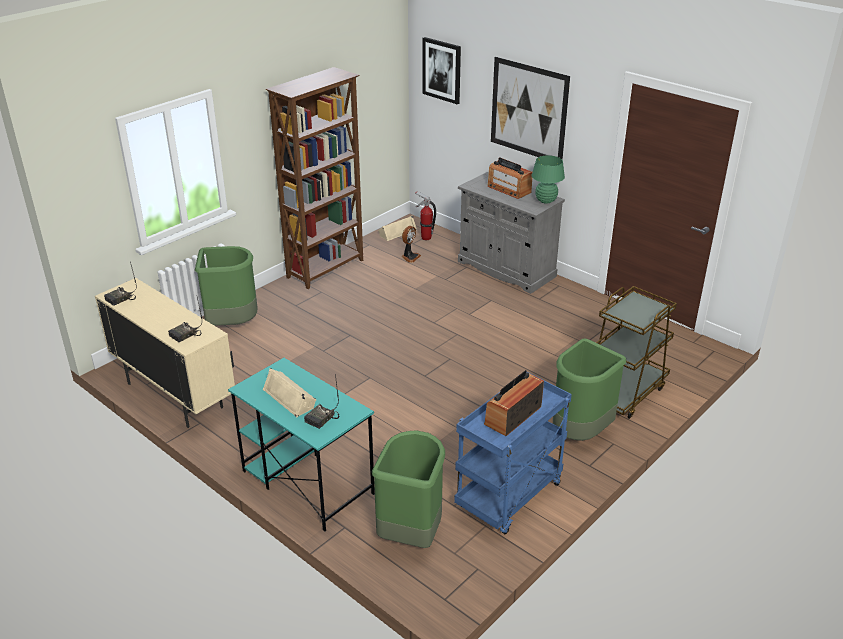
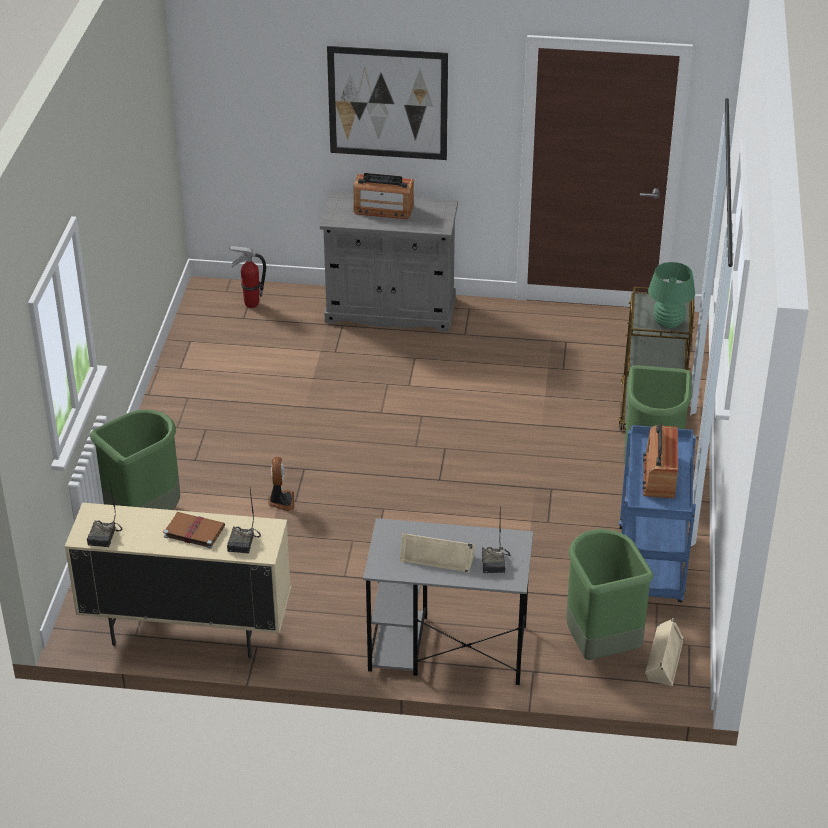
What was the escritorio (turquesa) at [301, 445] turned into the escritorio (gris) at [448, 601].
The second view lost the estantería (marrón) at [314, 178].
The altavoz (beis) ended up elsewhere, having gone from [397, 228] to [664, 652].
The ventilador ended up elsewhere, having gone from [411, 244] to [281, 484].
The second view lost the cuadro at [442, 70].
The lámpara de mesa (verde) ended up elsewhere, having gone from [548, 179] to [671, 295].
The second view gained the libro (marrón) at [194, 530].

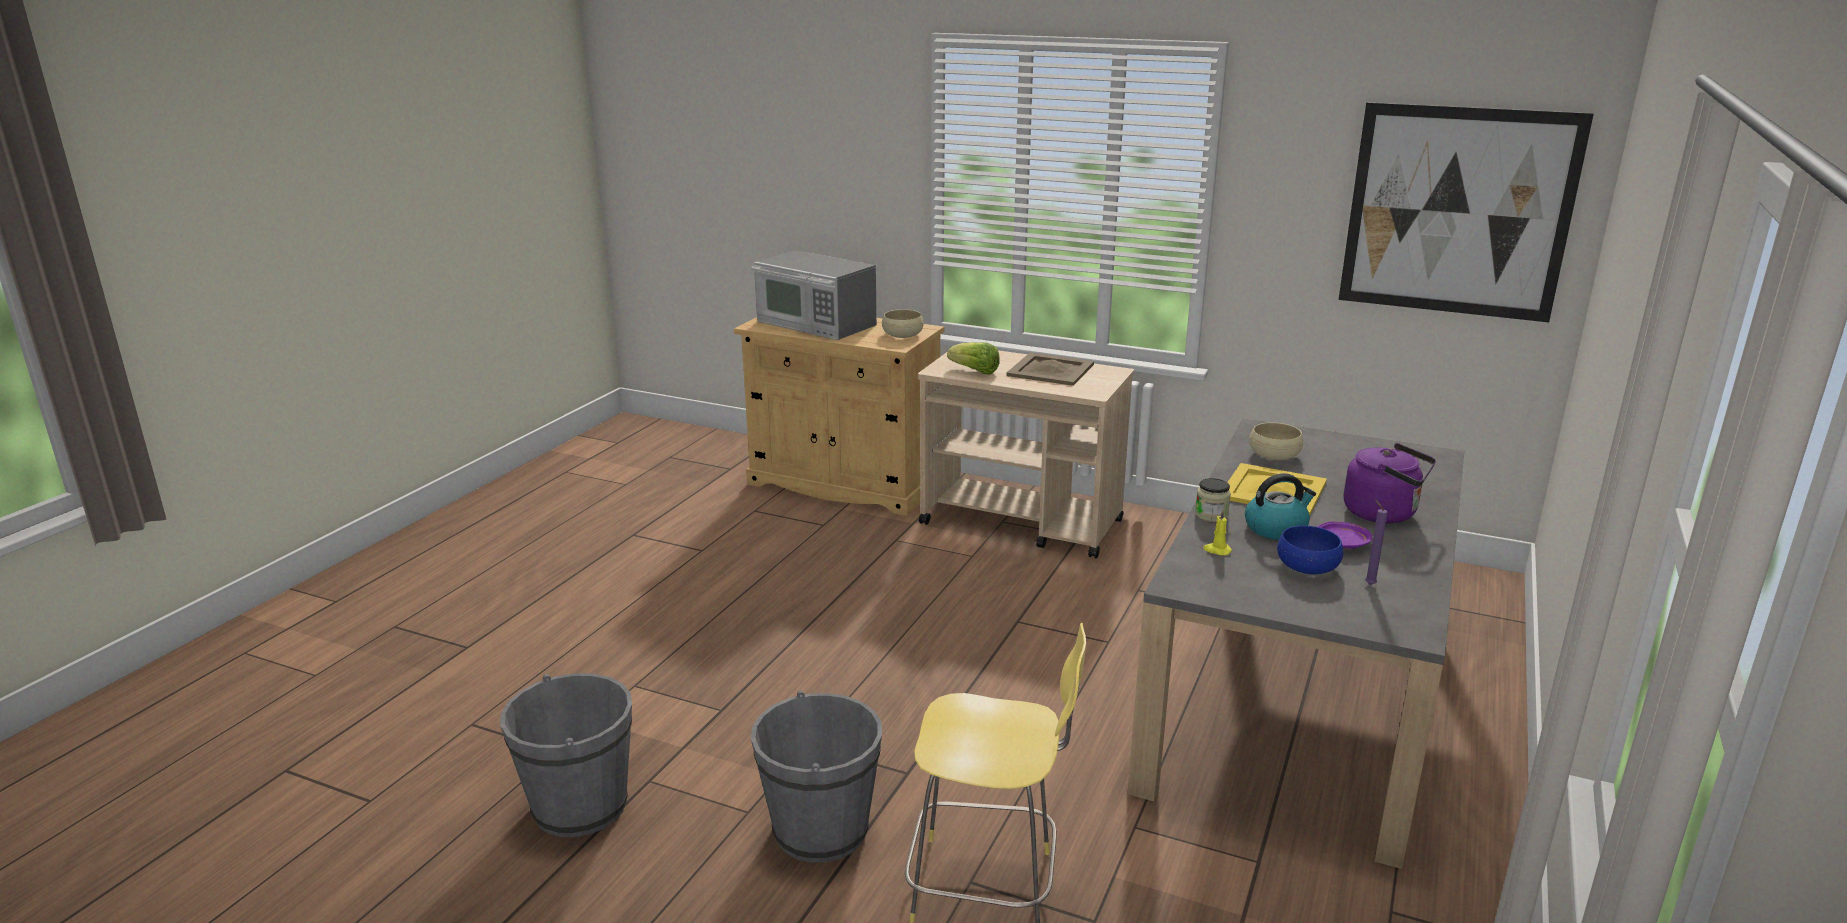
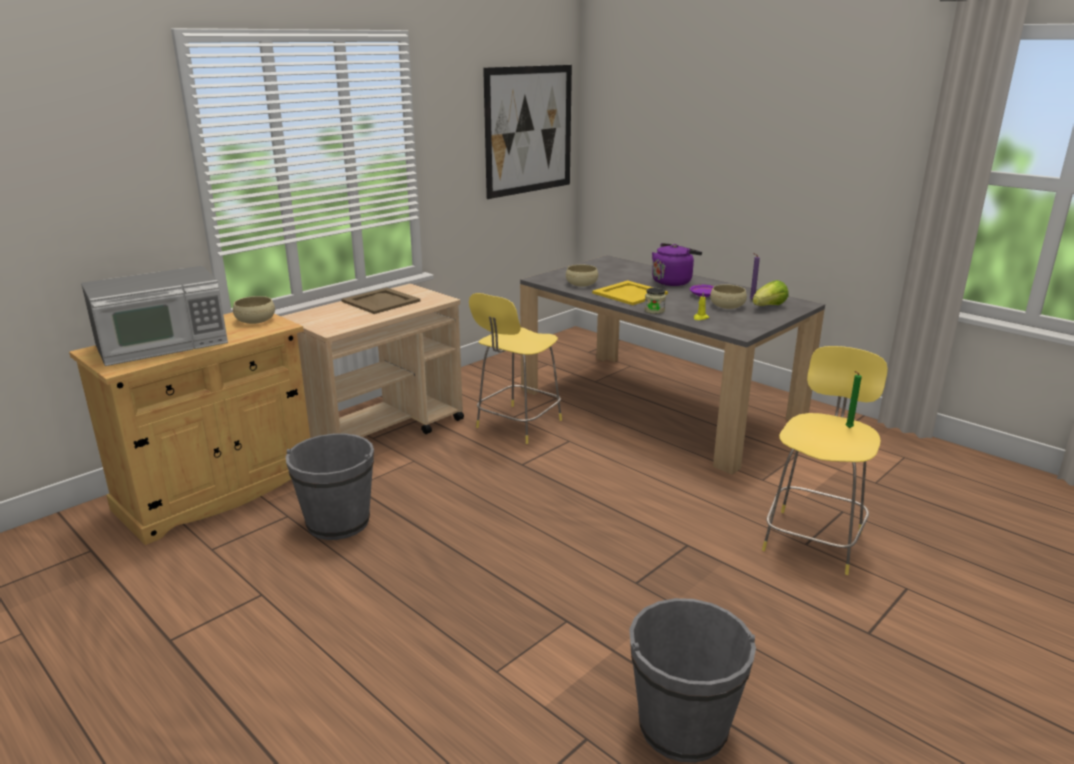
The cubo (gris) ended up elsewhere, having gone from [816, 776] to [330, 486].
The lechuga ended up elsewhere, having gone from [973, 358] to [770, 293].
The second view lost the hervidor at [1280, 506].
What was the cuenco (azul) at [1310, 550] turned into the cuenco (beis) at [728, 297].
The second view gained the taburete (amarillo) at [515, 368].
The second view gained the vela (verde) at [854, 399].

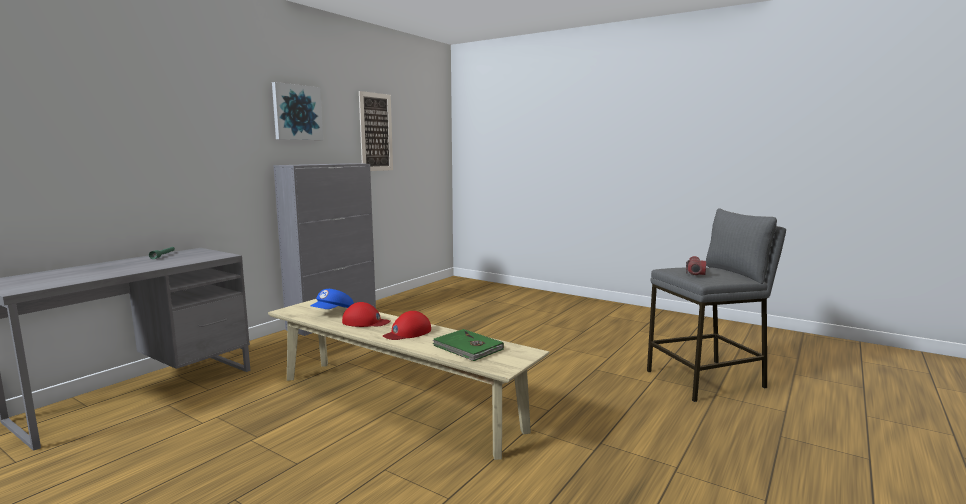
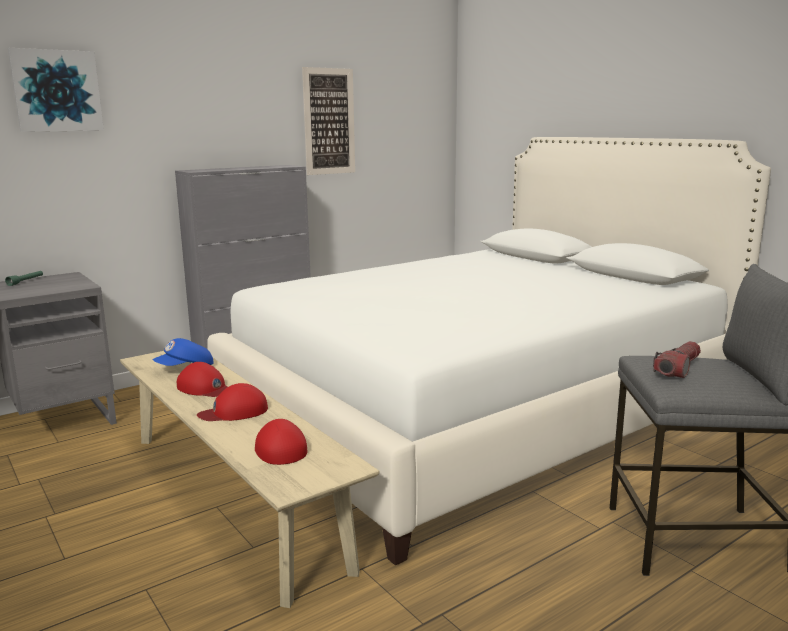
The cuadro ended up elsewhere, having gone from [297, 111] to [56, 90].
Where the libro (verde) stood at [468, 345], the gorra (rojo) came to stand at [281, 442].
The second view gained the cama (blanco) at [489, 351].

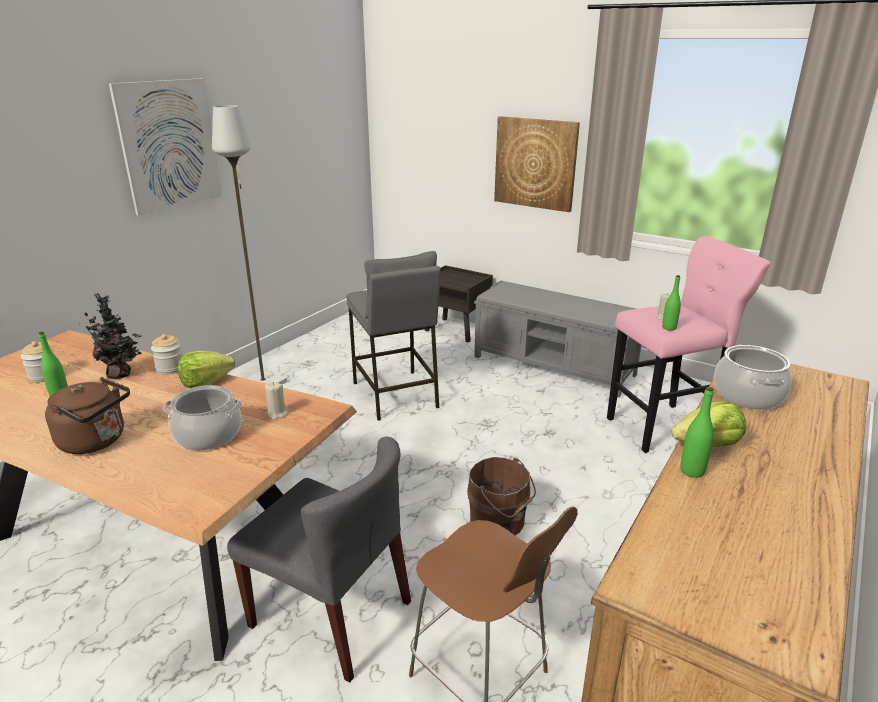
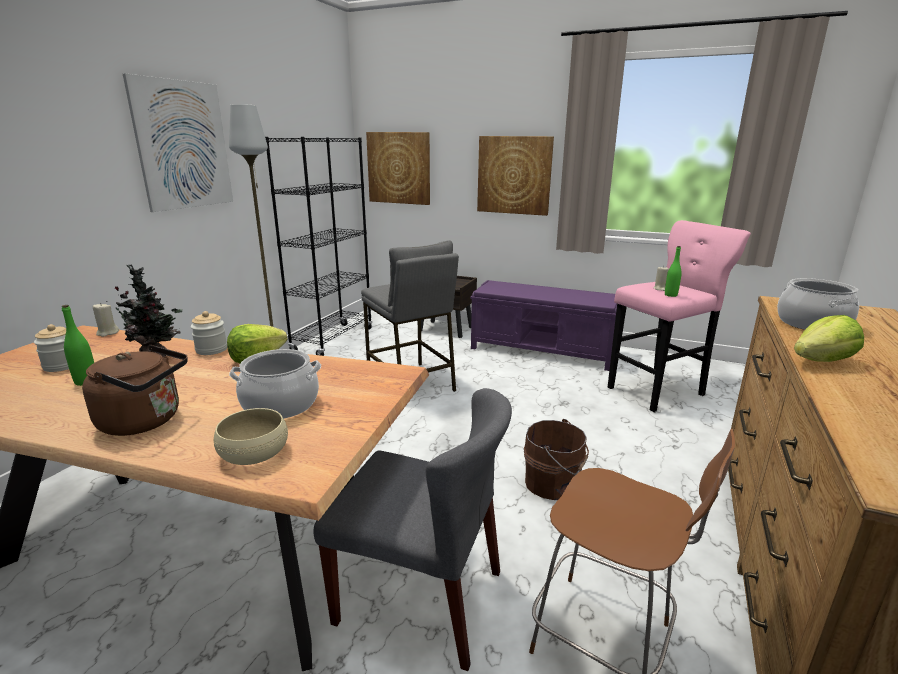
The vela (beis) ended up elsewhere, having gone from [277, 401] to [106, 320].
What was the banco (gris) at [557, 339] turned into the banco (morado) at [543, 325].
The second view lost the botella (verde) at [697, 432].
The second view gained the cuenco (beis) at [251, 436].
The second view gained the estantería (negro) at [318, 246].
The second view gained the cuadro at [398, 168].

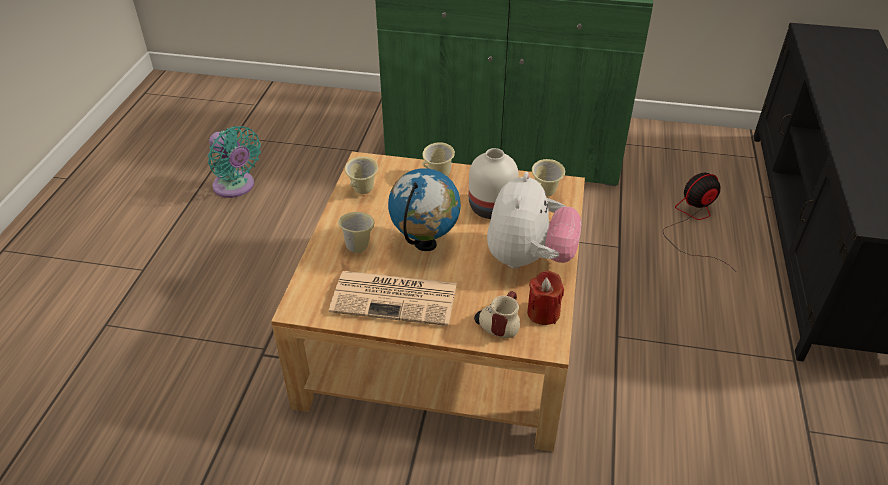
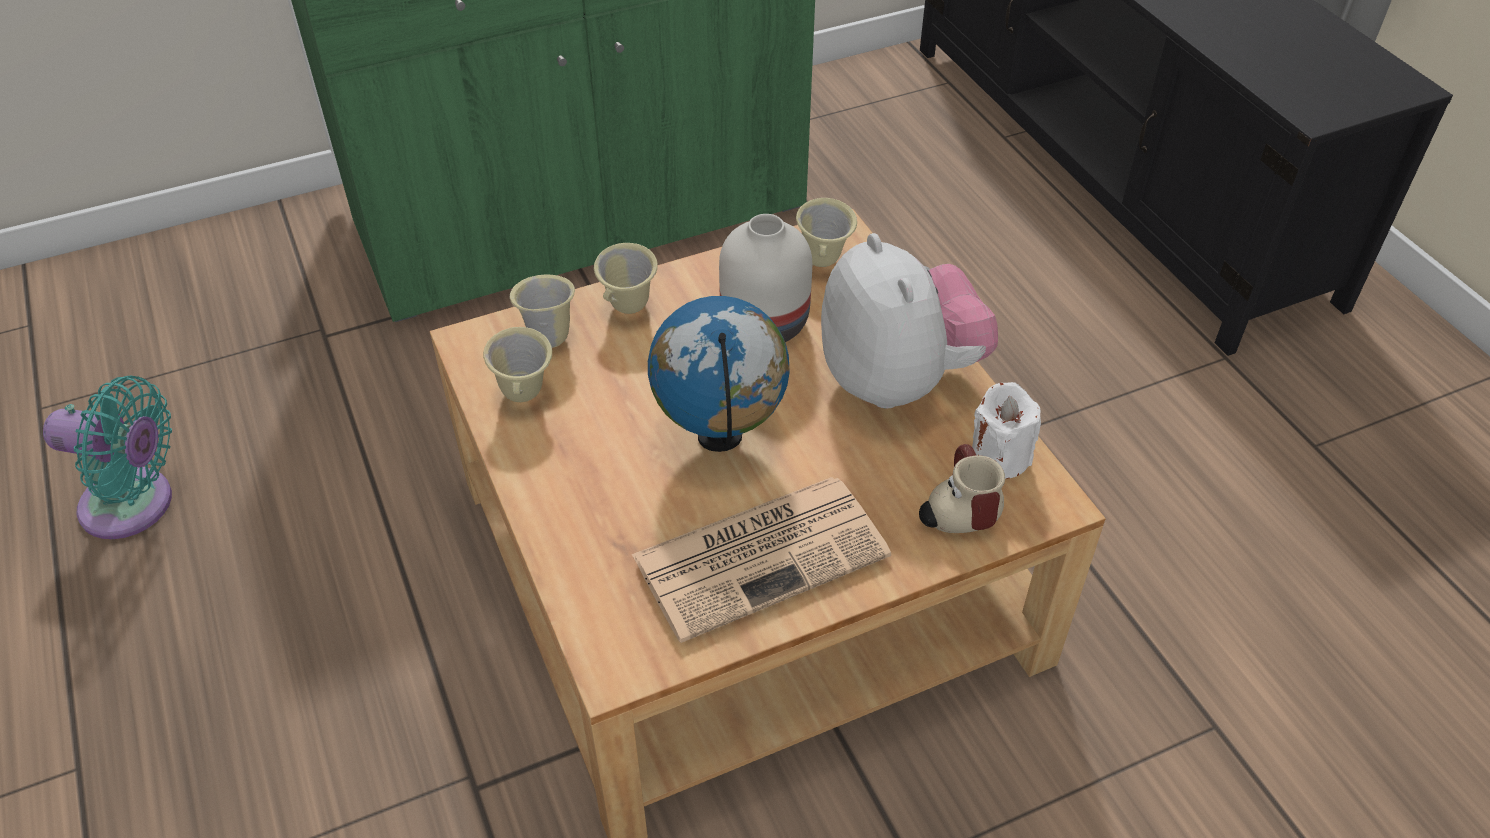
The taza grande (beis) ended up elsewhere, having gone from [356, 232] to [542, 311].
What was the vela (rojo) at [545, 298] turned into the vela (blanco) at [1006, 430].
The second view lost the ventilador at [699, 222].

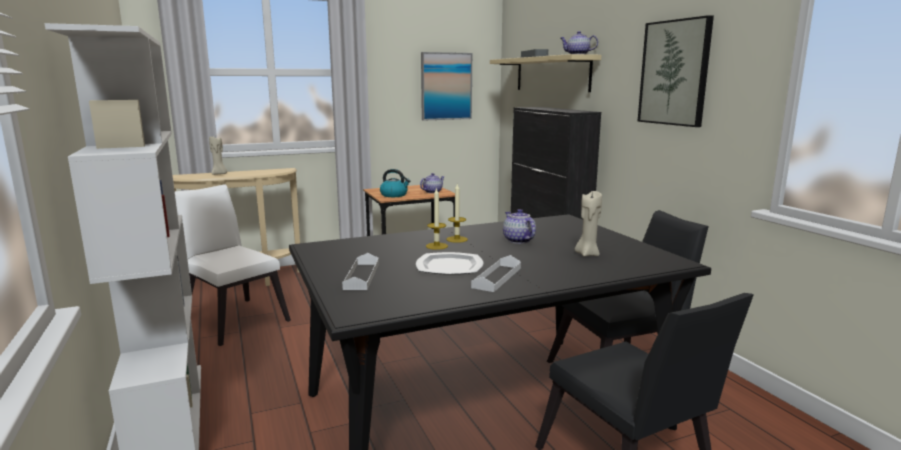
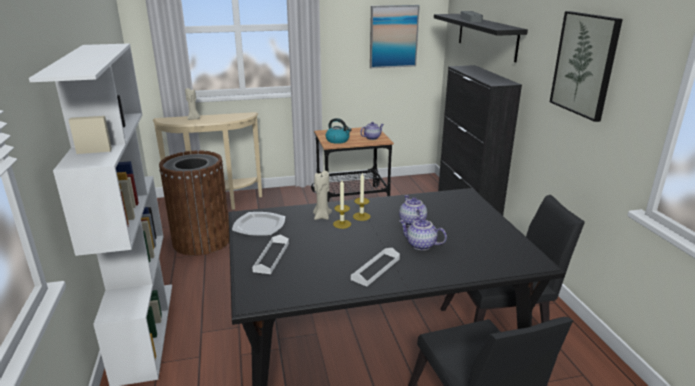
Where the silla (blanco) stood at [233, 265], the papelera (marrón) came to stand at [194, 203].
The plato ended up elsewhere, having gone from [450, 263] to [258, 224].
What was the estante (beis) at [545, 73] turned into the estante (negro) at [481, 38].
The tetera ended up elsewhere, having gone from [579, 42] to [423, 234].
The vela (beis) ended up elsewhere, having gone from [588, 223] to [322, 195].

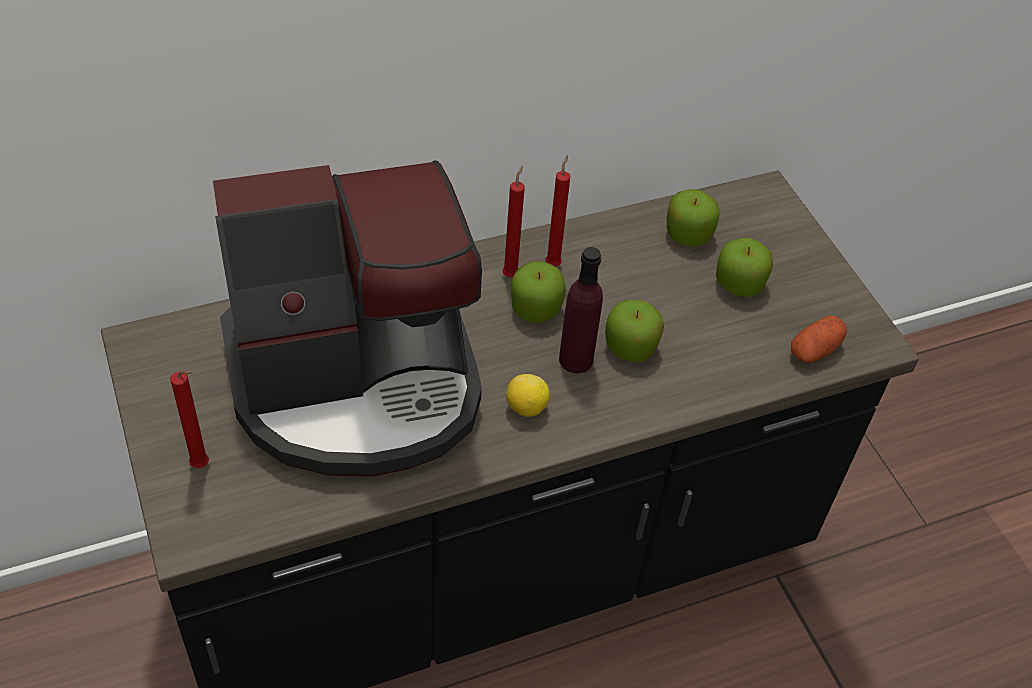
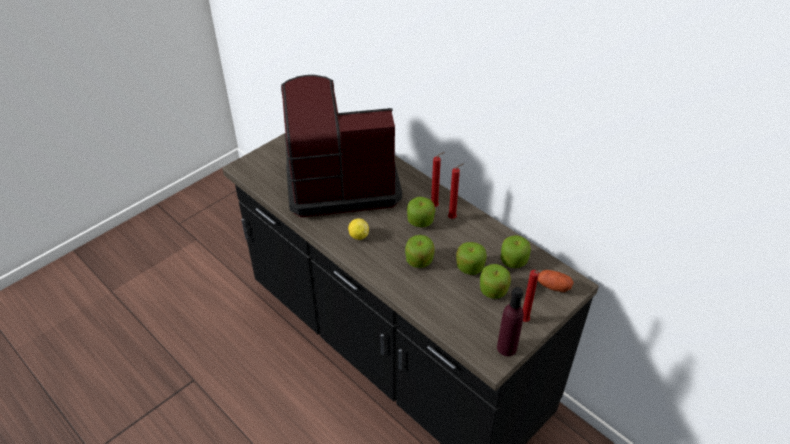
The vela (rojo) ended up elsewhere, having gone from [189, 419] to [531, 296].
The cafetera at [347, 318] ended up facing another way, 120 degrees clockwise from before.
The botella (morado) ended up elsewhere, having gone from [581, 310] to [510, 321].
The patata ended up elsewhere, having gone from [819, 339] to [556, 281].
The second view gained the manzana at [471, 258].

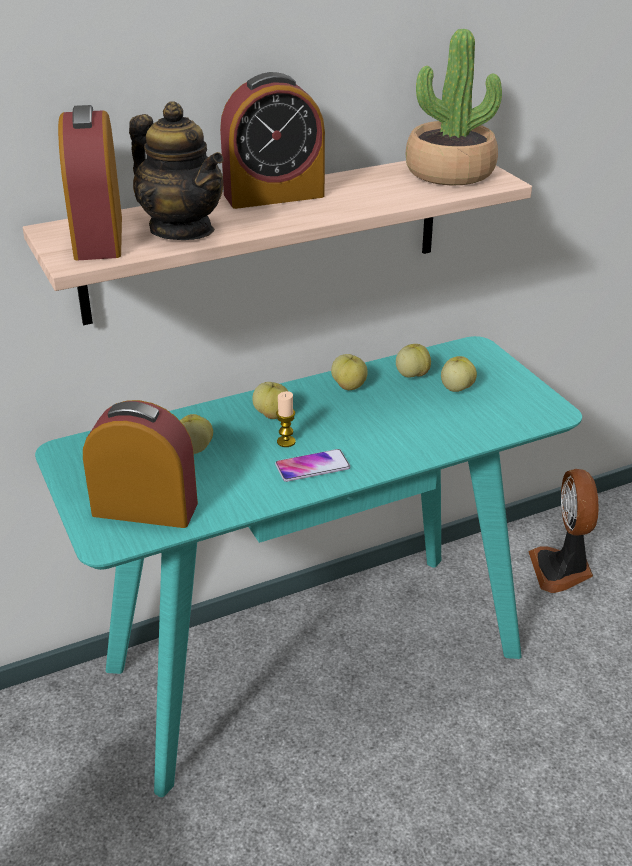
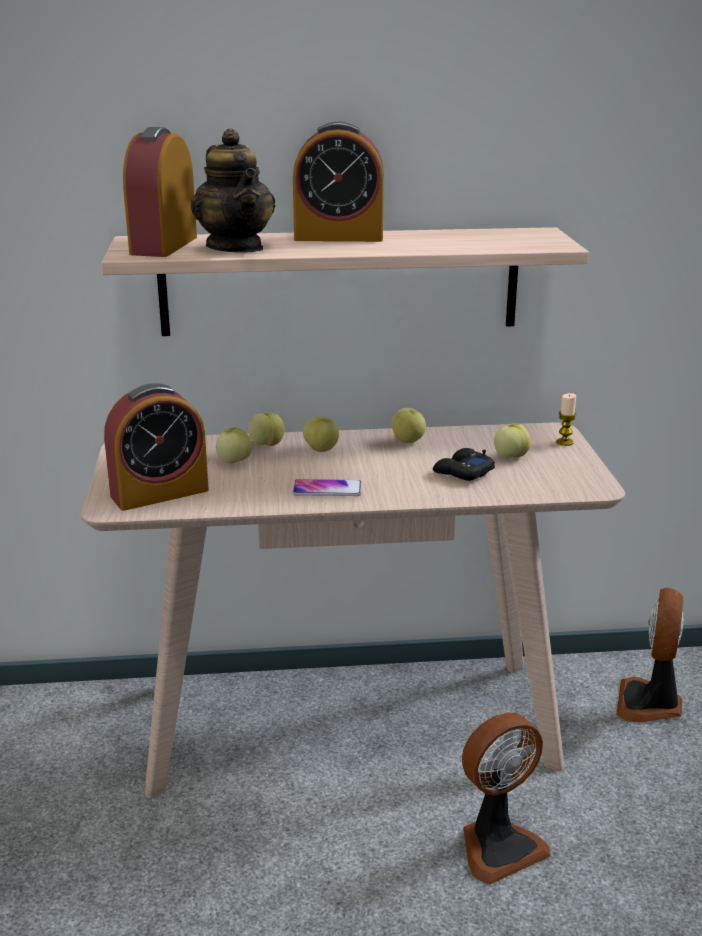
What was the mesa consola (turquesa) at [308, 566] turned into the mesa consola (beis) at [353, 610].
The despertador at [140, 464] ended up facing another way, 120 degrees clockwise from before.
The vela ended up elsewhere, having gone from [286, 419] to [566, 419].
The manzana ended up elsewhere, having gone from [413, 361] to [266, 429].
The second view lost the planta en maceta at [454, 107].
The second view gained the mando de consola (negro) at [464, 464].
The second view gained the ventilador at [506, 799].

